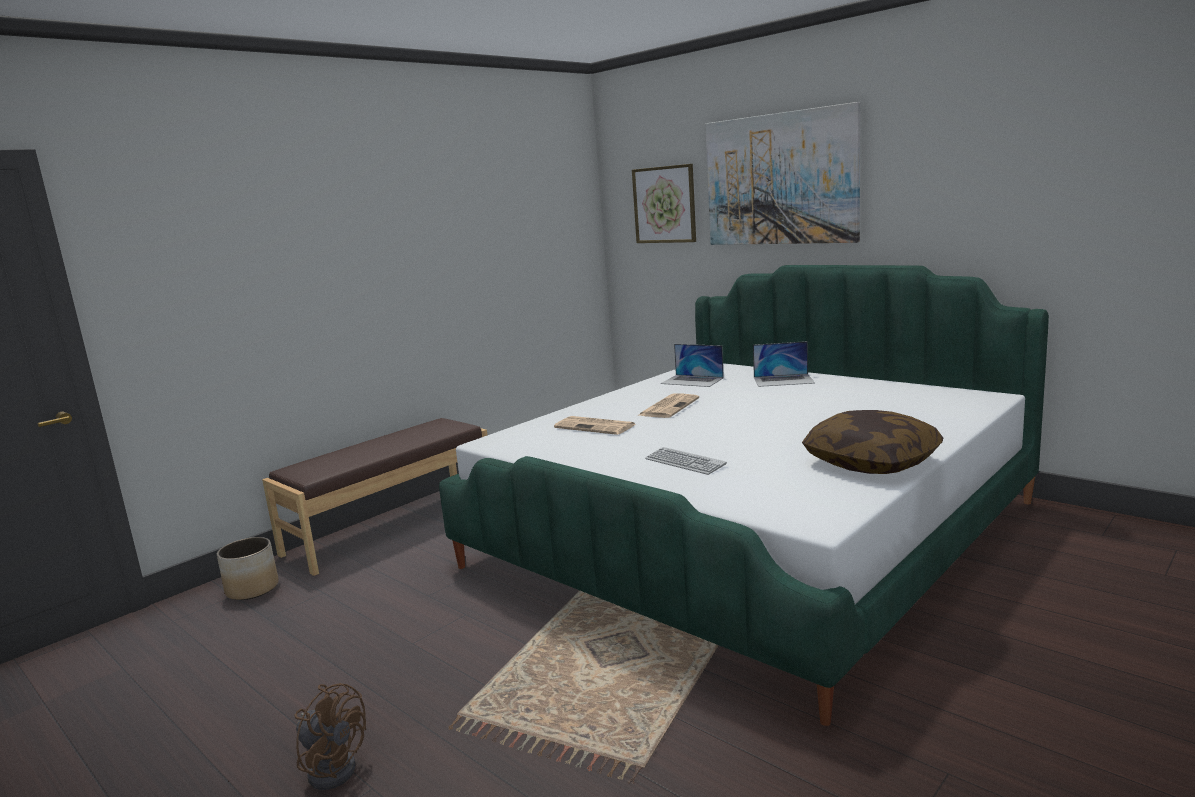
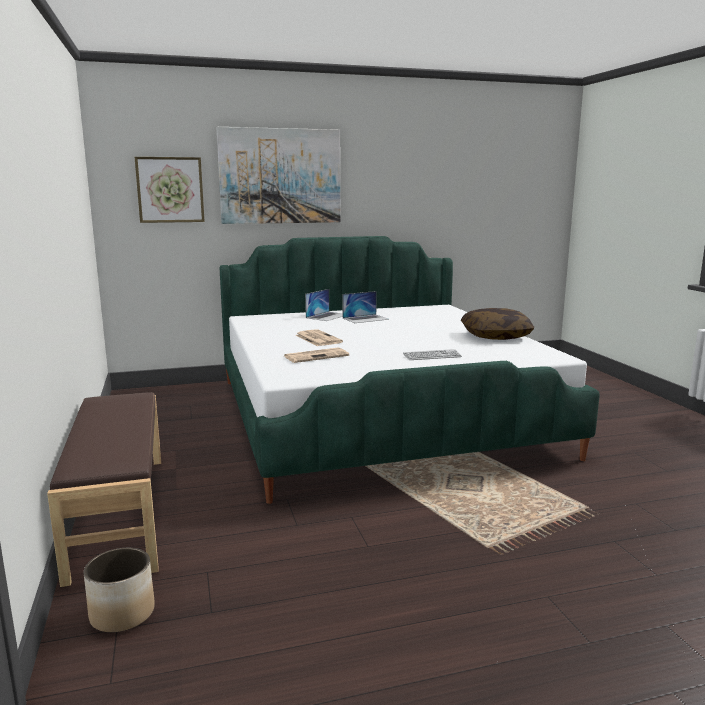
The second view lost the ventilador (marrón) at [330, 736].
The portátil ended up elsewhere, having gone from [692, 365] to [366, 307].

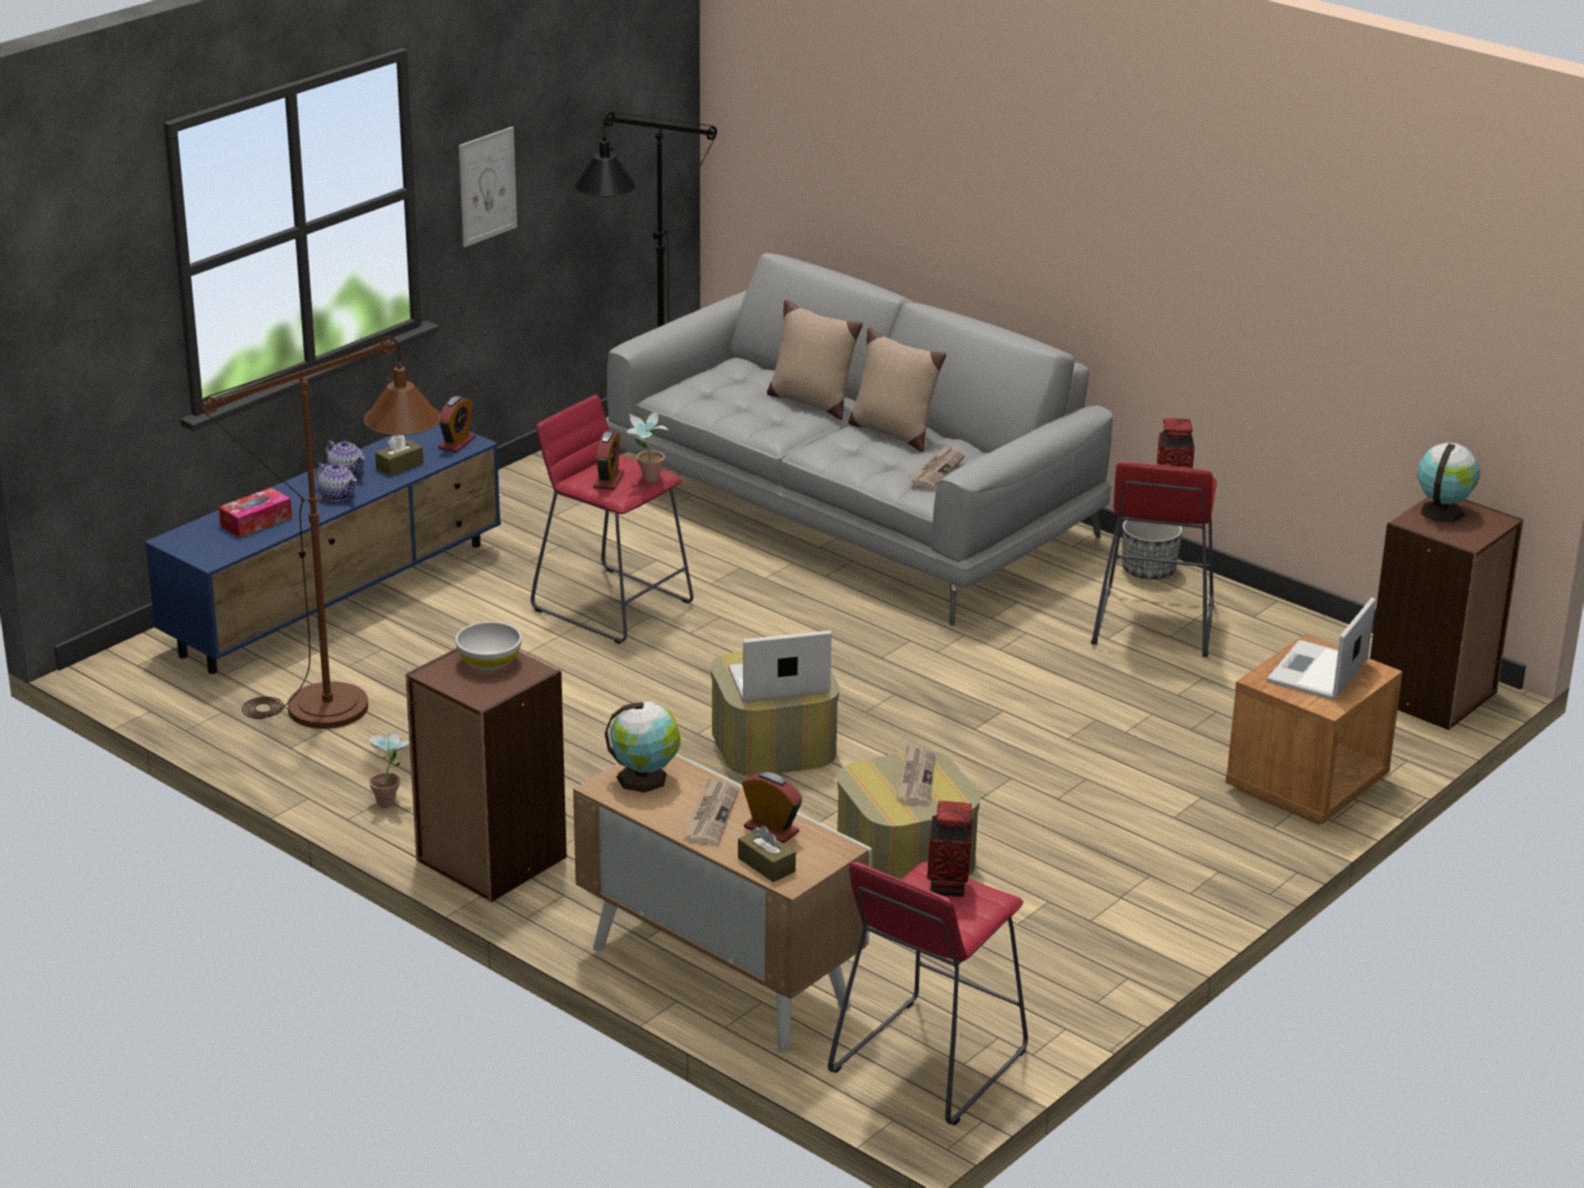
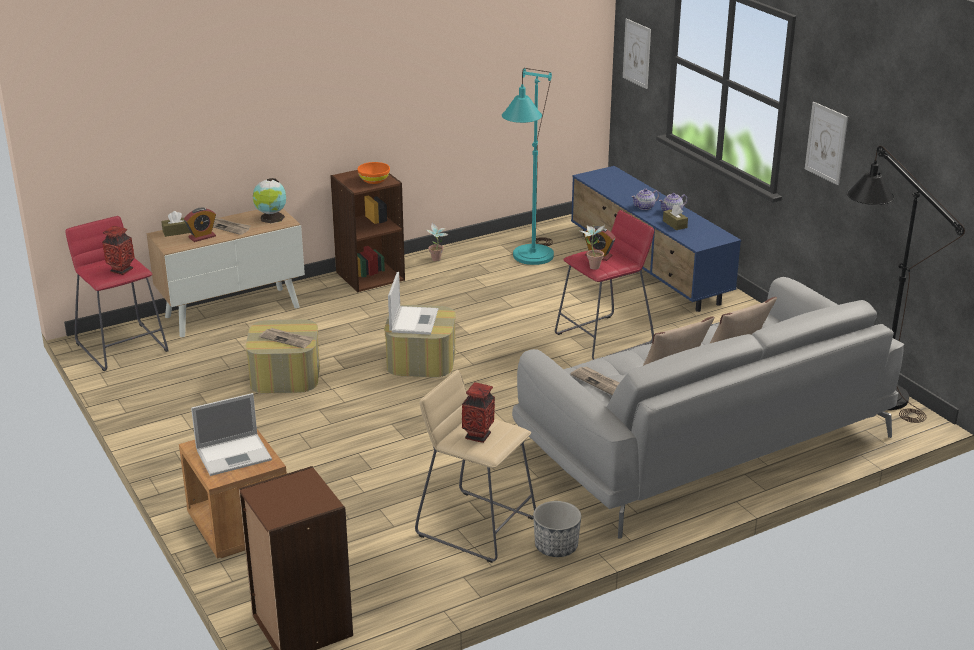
What was the lámpara de pie (marrón) at [320, 532] turned into the lámpara de pie (turquesa) at [528, 166].
The second view lost the caja de pañuelos at [255, 513].
The second view lost the despertador at [456, 424].
What was the cuenco (blanco) at [488, 646] turned into the cuenco (naranja) at [374, 173].
What was the taburete (rojo) at [1154, 559] turned into the taburete (beis) at [475, 466].
The portátil at [1321, 649] ended up facing another way, 105 degrees clockwise from before.
The second view lost the globo terráqueo at [1448, 482].
The second view gained the cuadro at [637, 54].

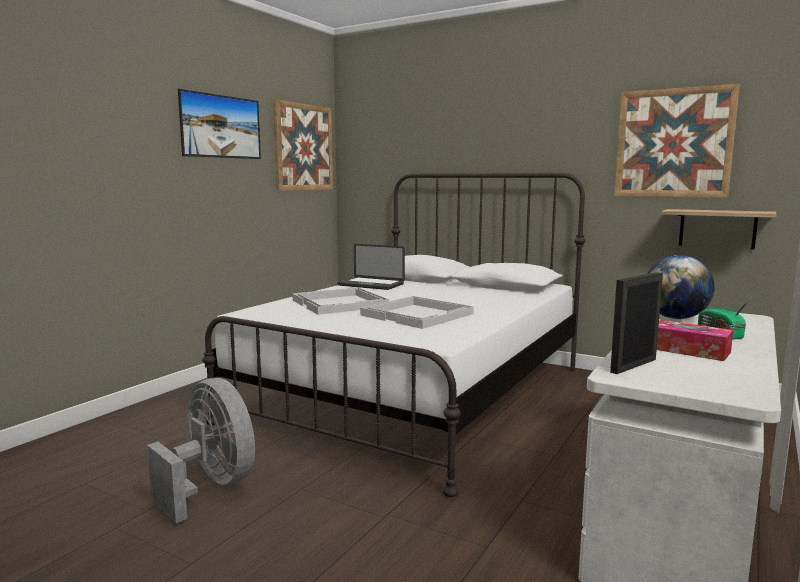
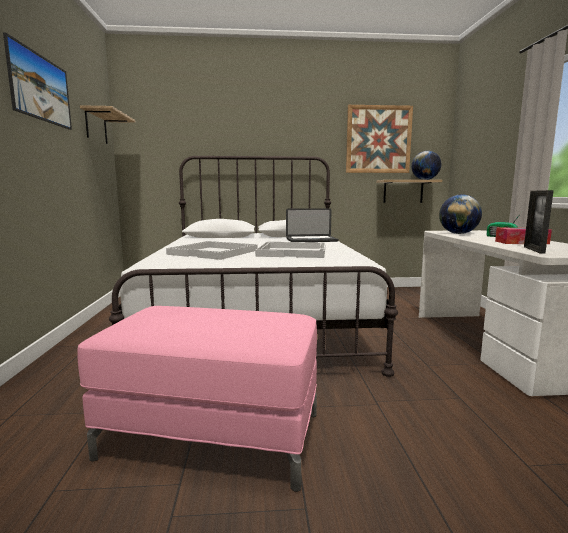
Where the ventilador (gris) stood at [201, 450], the puf (rosa) came to stand at [197, 399].
Where the cuadro hung at [303, 145], the estante came to hang at [107, 124].
The portátil ended up elsewhere, having gone from [371, 267] to [312, 225].
The second view gained the globo terráqueo at [426, 165].

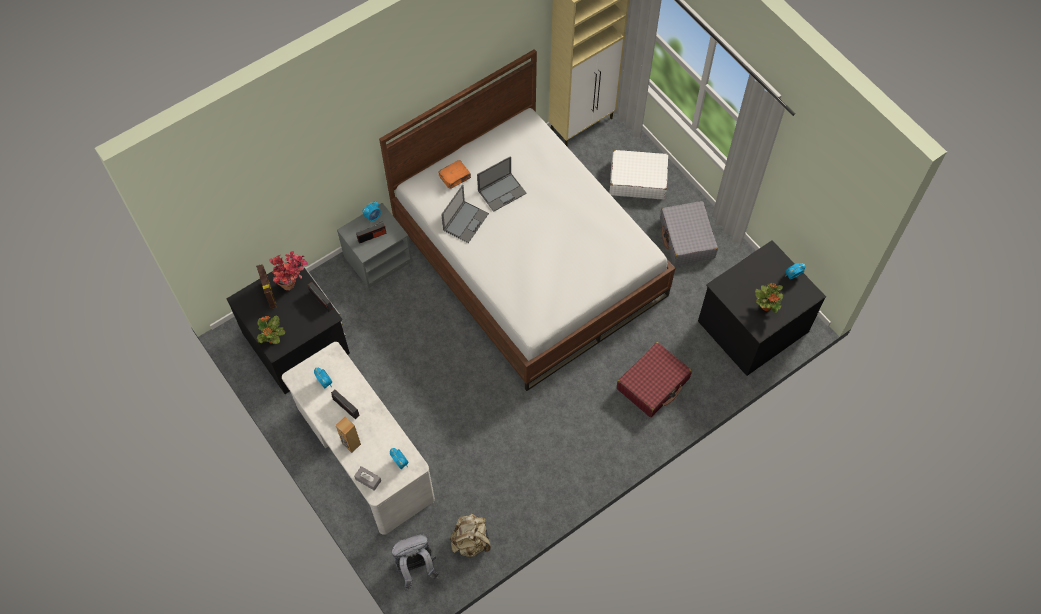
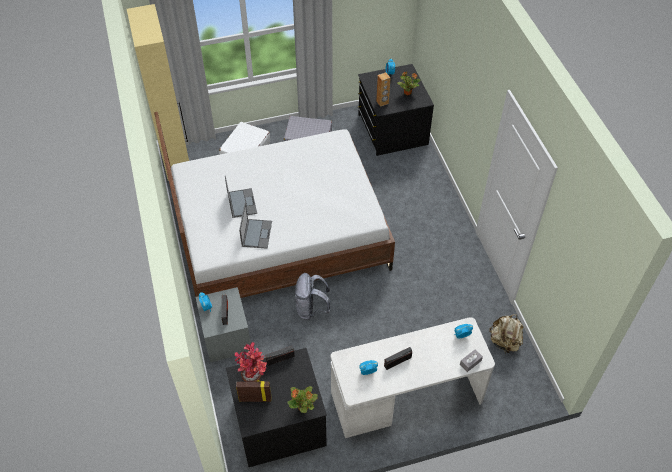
The altavoz (marrón) ended up elsewhere, having gone from [348, 435] to [383, 89].
The mochila (gris) ended up elsewhere, having gone from [415, 562] to [312, 296].
The second view lost the libro (naranja) at [454, 174].
The portátil at [465, 214] ended up facing another way, 45 degrees clockwise from before.
The second view lost the maleta (rojo) at [654, 379].

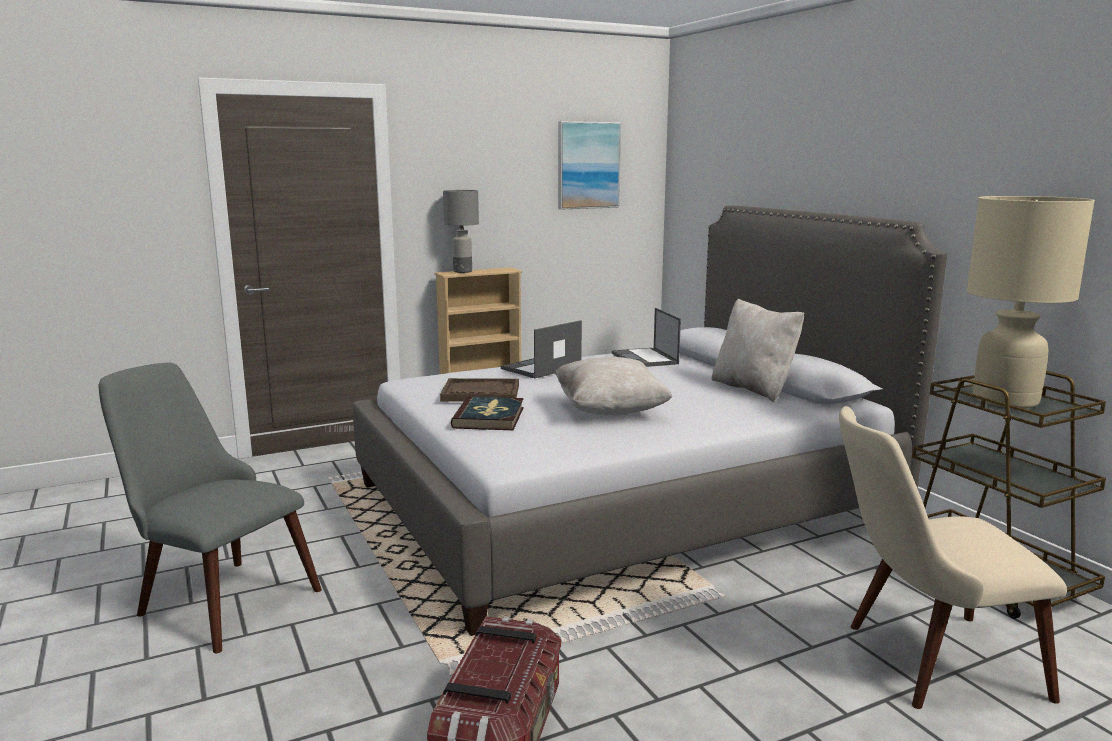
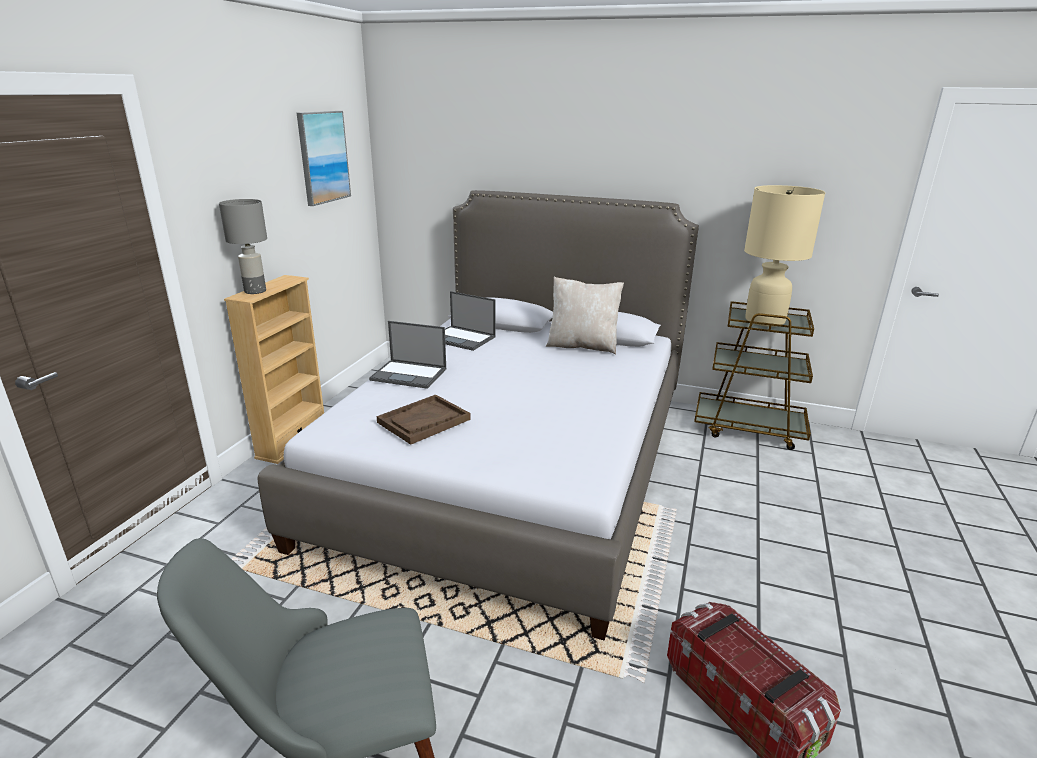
The second view lost the libro at [487, 413].
The portátil at [541, 349] ended up facing another way, 75 degrees counterclockwise from before.
The second view lost the cojín (beis) at [613, 386].
The second view lost the silla (beis) at [953, 557].

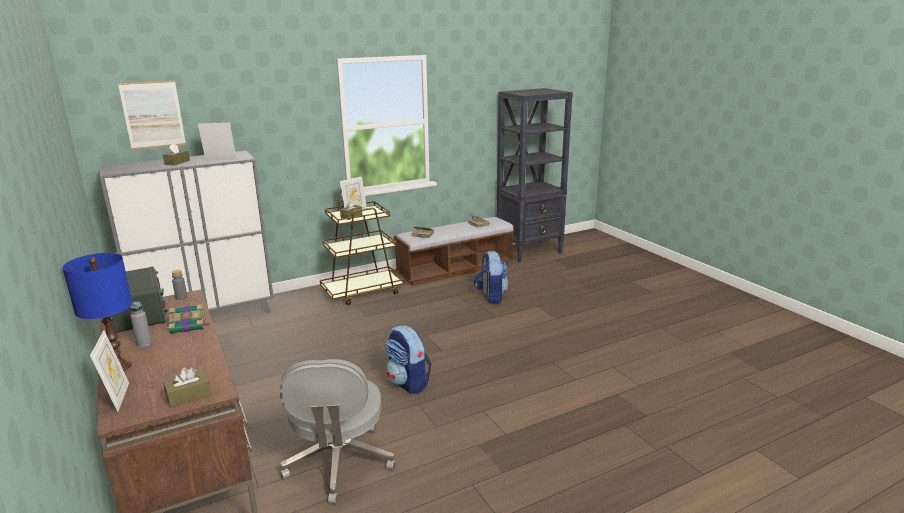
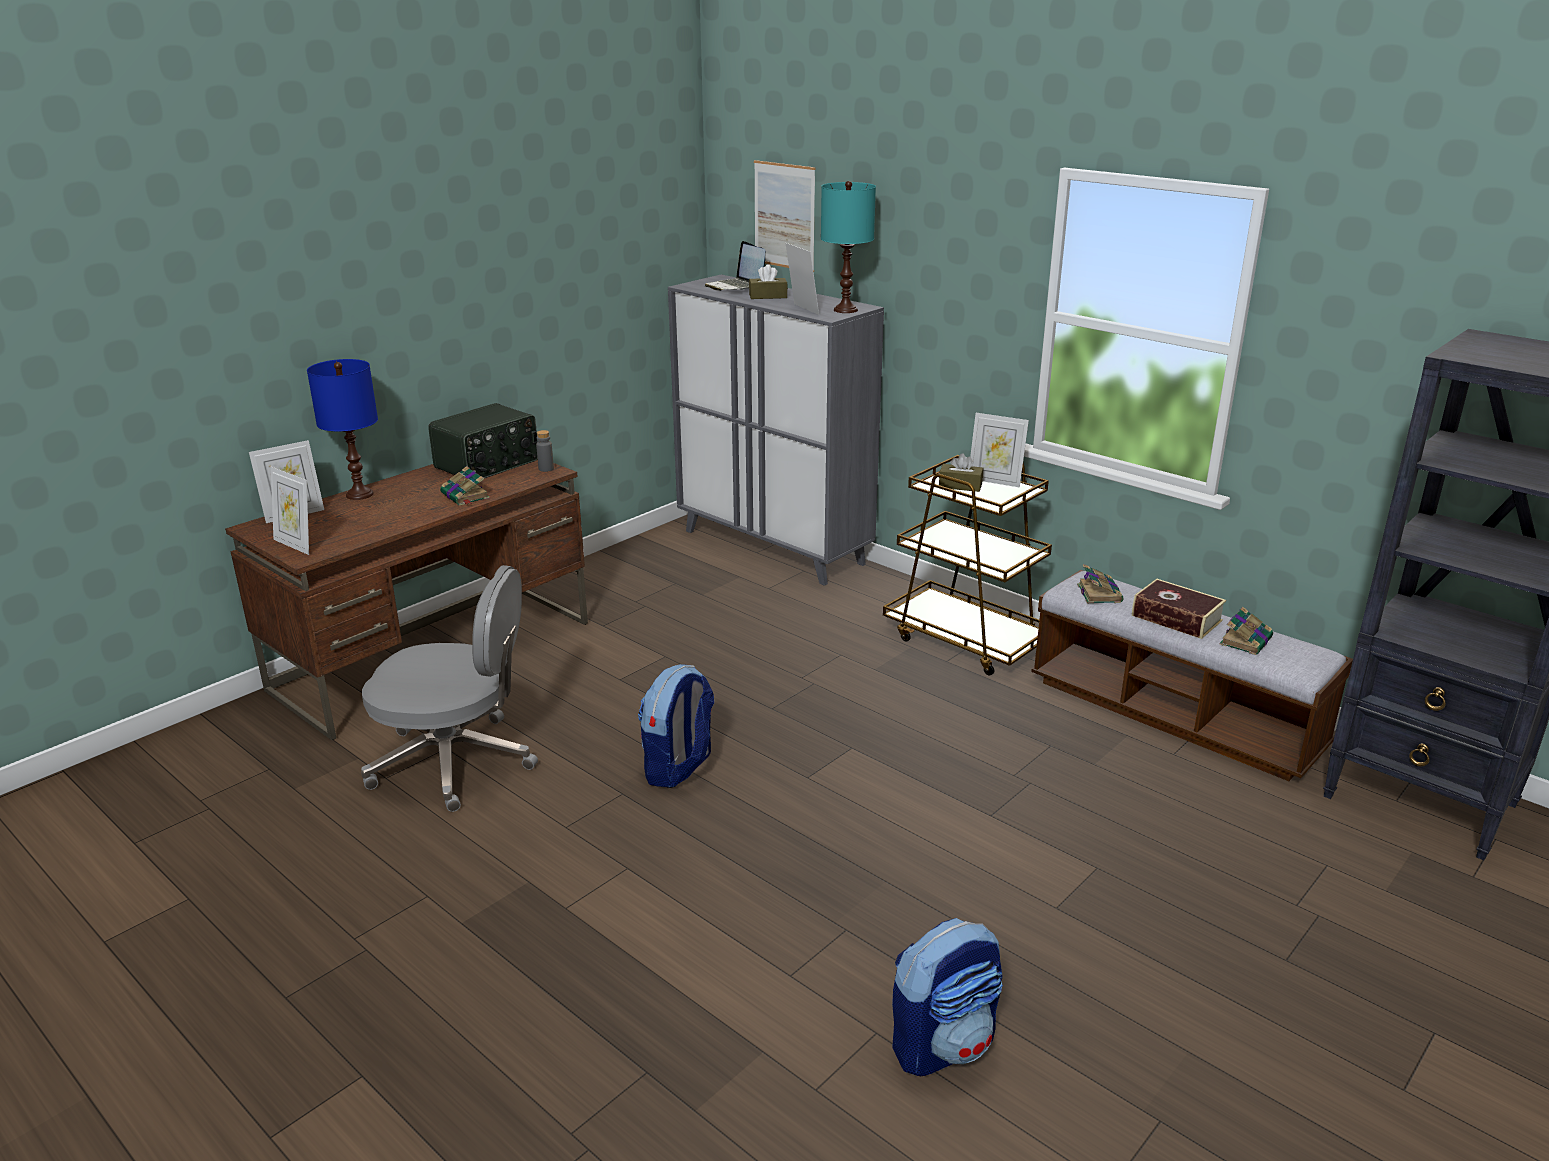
The second view lost the botella (gris) at [141, 324].
Where the caja de pañuelos (marrón) stood at [187, 387], the portarretratos came to stand at [290, 511].
The silla de oficina (gris) at [337, 431] ended up facing another way, 150 degrees counterclockwise from before.
The mochila ended up elsewhere, having gone from [491, 277] to [947, 997].
The second view gained the portátil at [735, 266].
The second view gained the lámpara de mesa (turquesa) at [848, 247].
The second view gained the libro at [1179, 609].

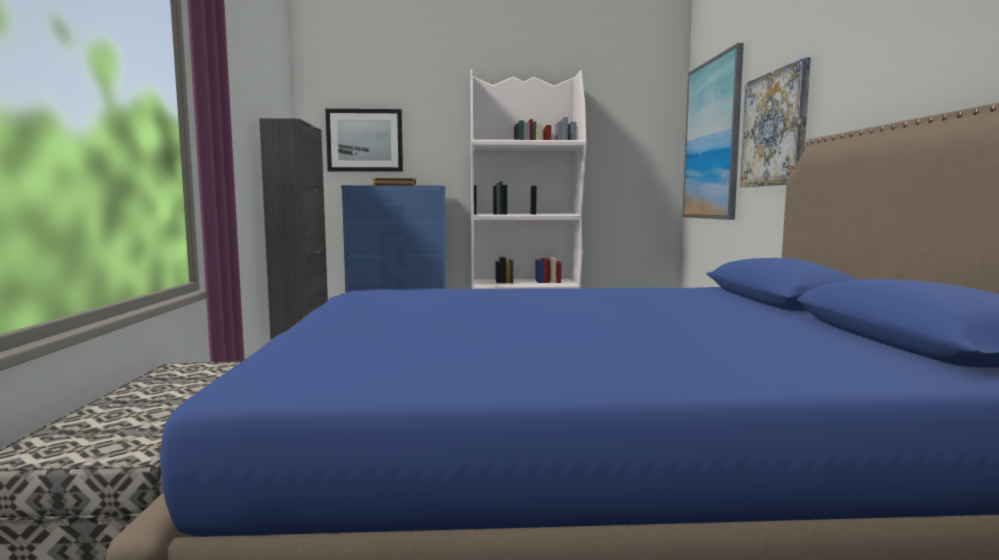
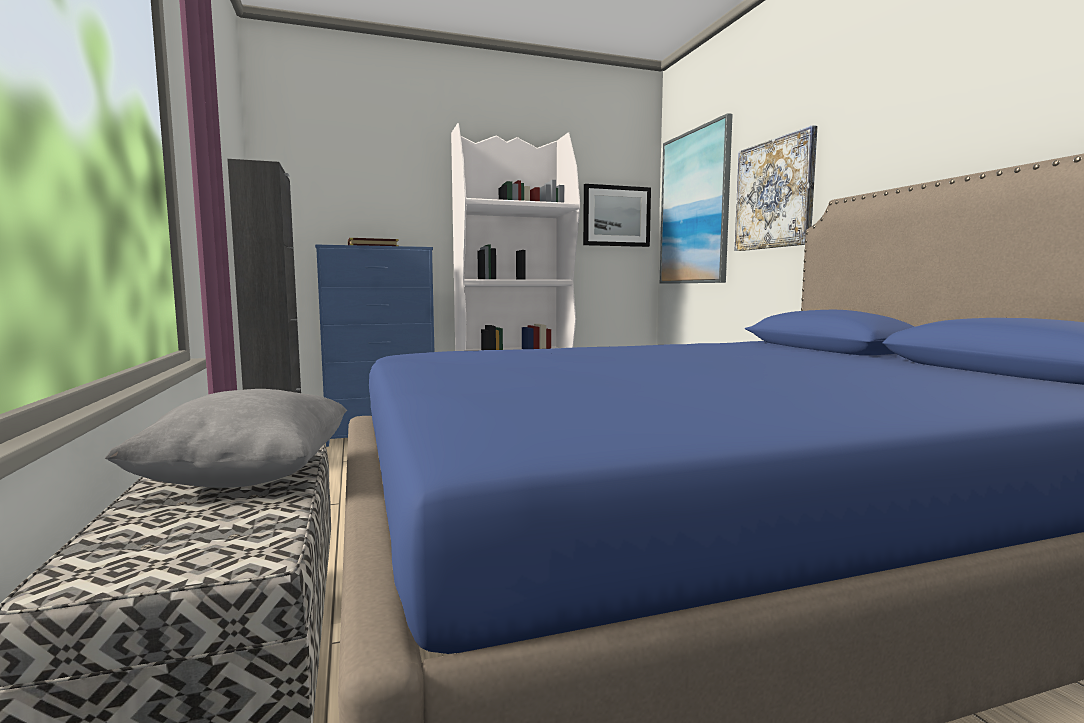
The cuadro ended up elsewhere, having gone from [364, 140] to [617, 215].
The second view gained the cojín (gris) at [226, 438].

